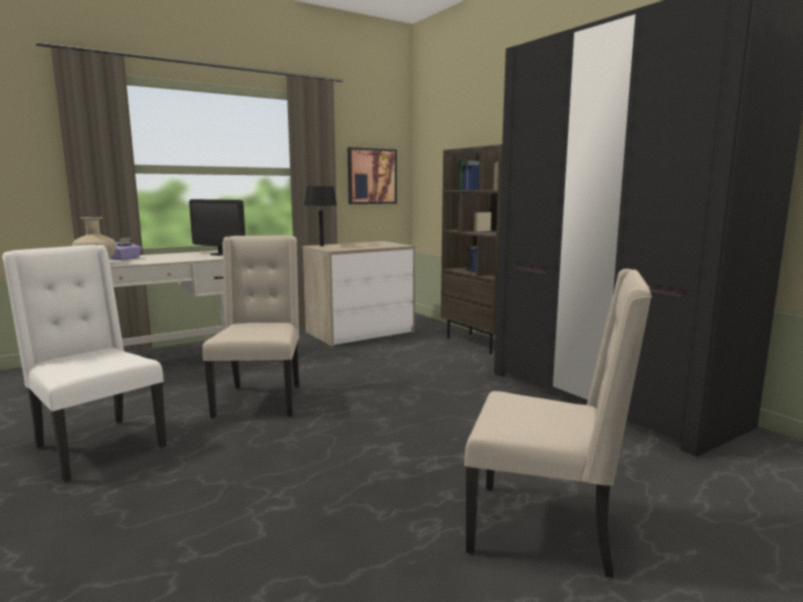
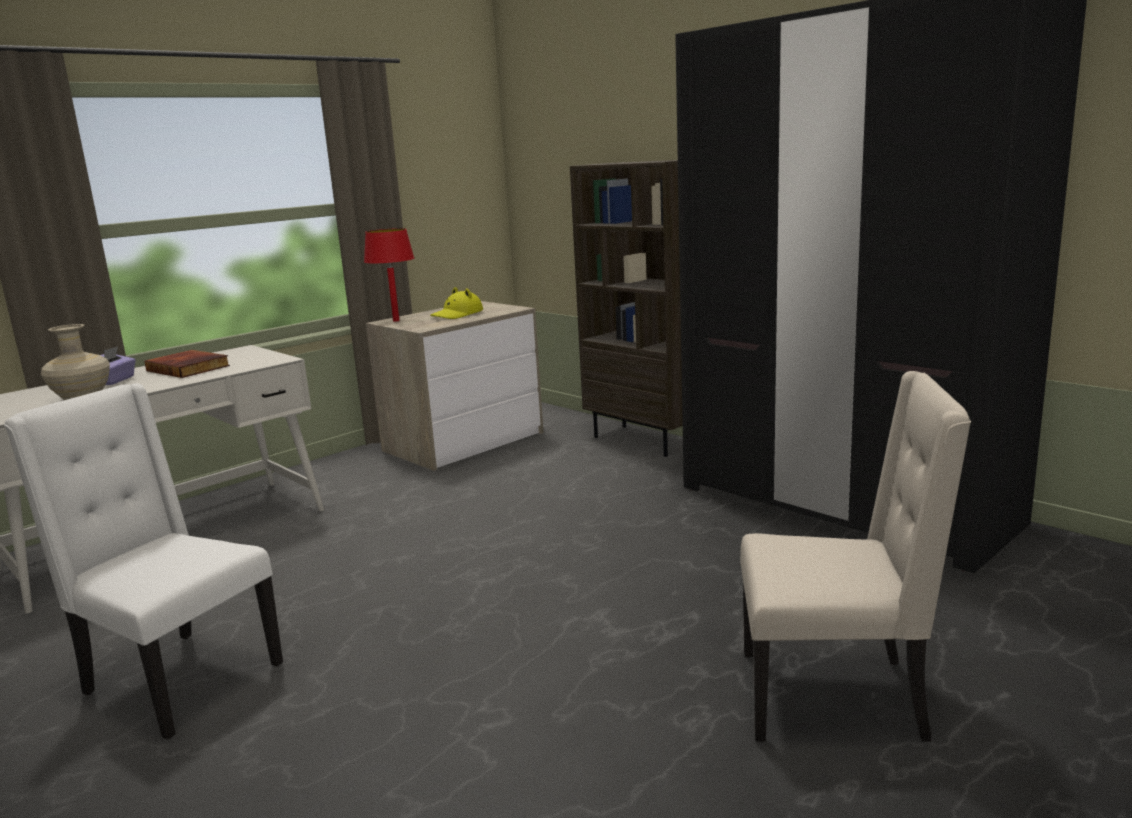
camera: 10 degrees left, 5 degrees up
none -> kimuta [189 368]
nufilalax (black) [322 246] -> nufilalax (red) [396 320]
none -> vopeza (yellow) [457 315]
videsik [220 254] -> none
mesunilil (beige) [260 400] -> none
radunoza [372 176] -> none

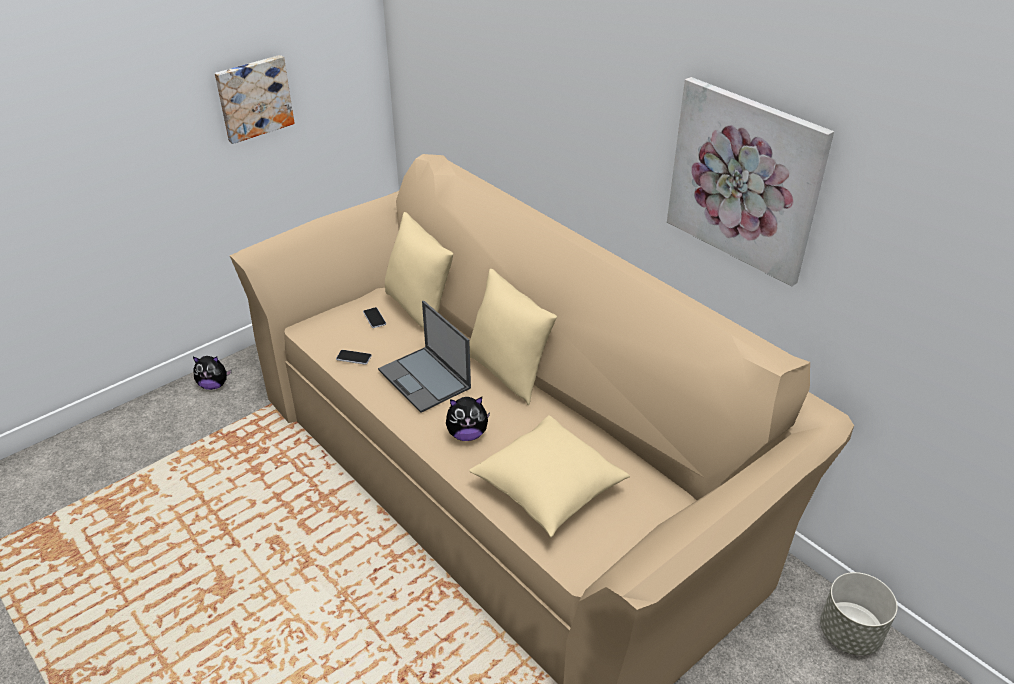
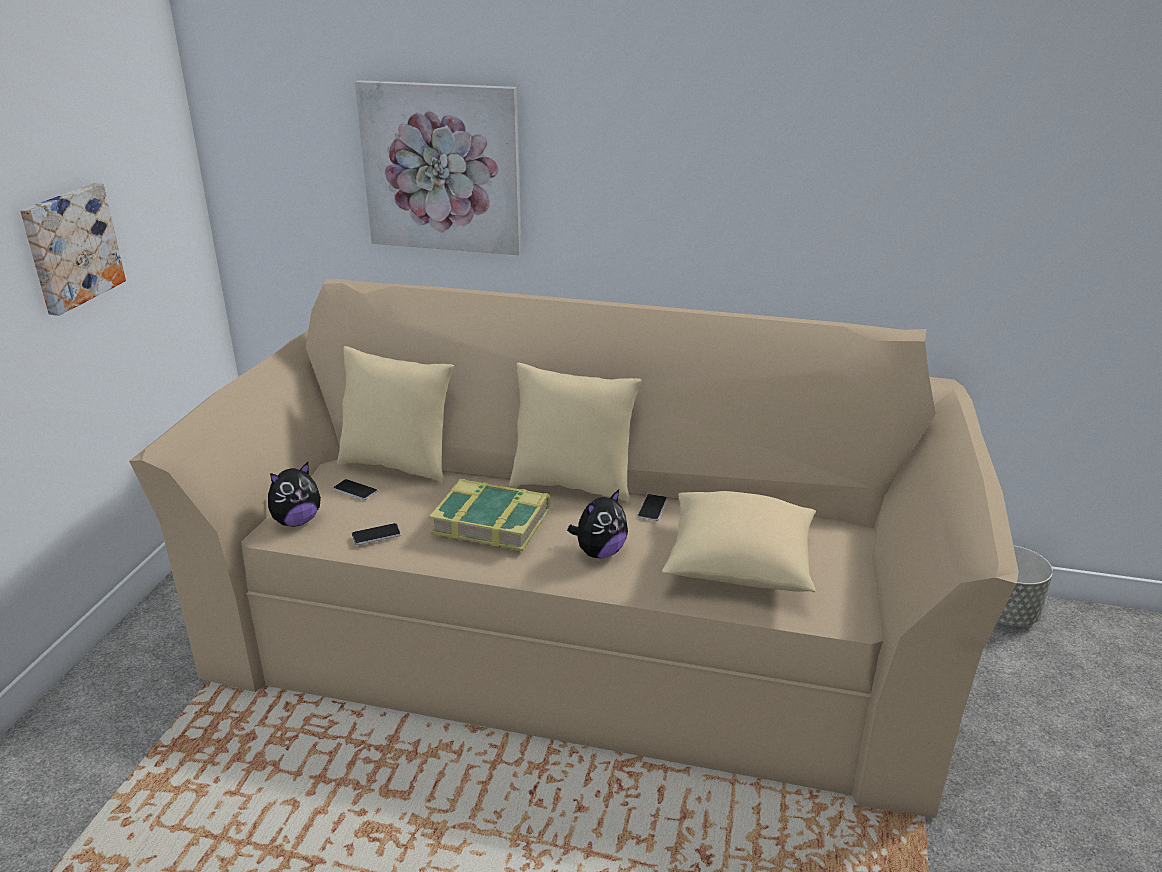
camera: 35 degrees left, 10 degrees down
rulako [214 385] -> rulako [296 521], relocated
radunoza [745 179] -> radunoza [442 167], relocated
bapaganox [425 379] -> kimuta [492 522]
none -> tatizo [652 508]

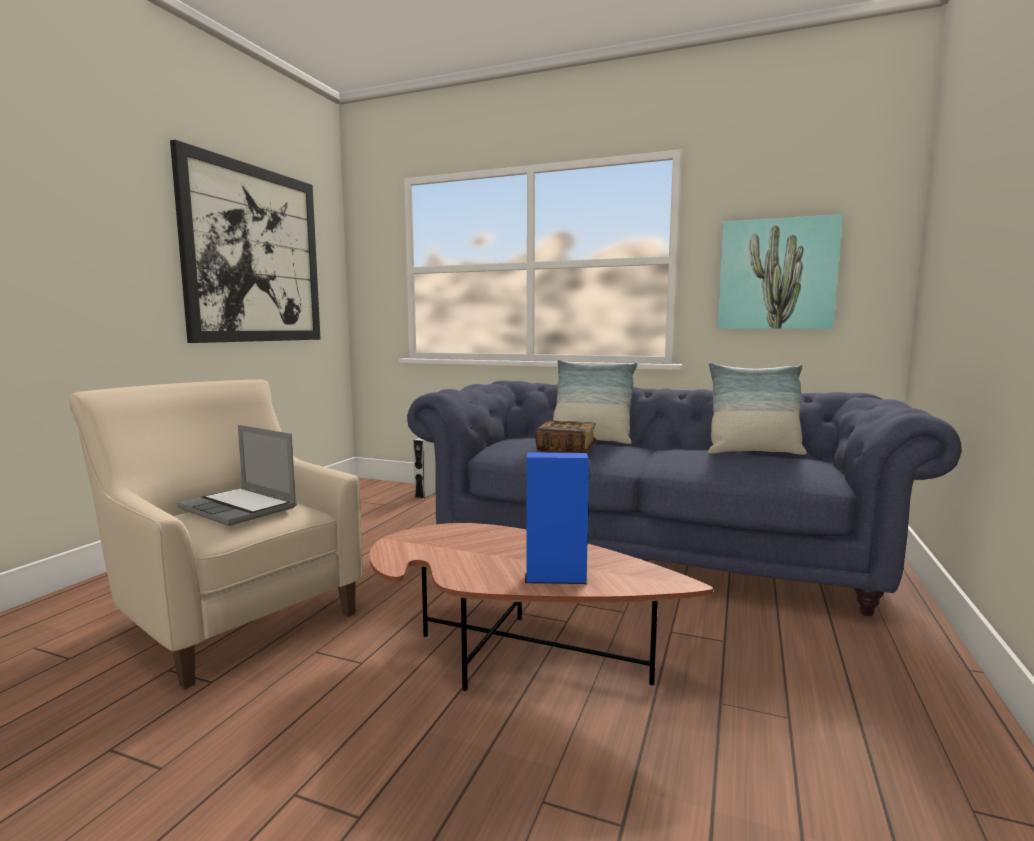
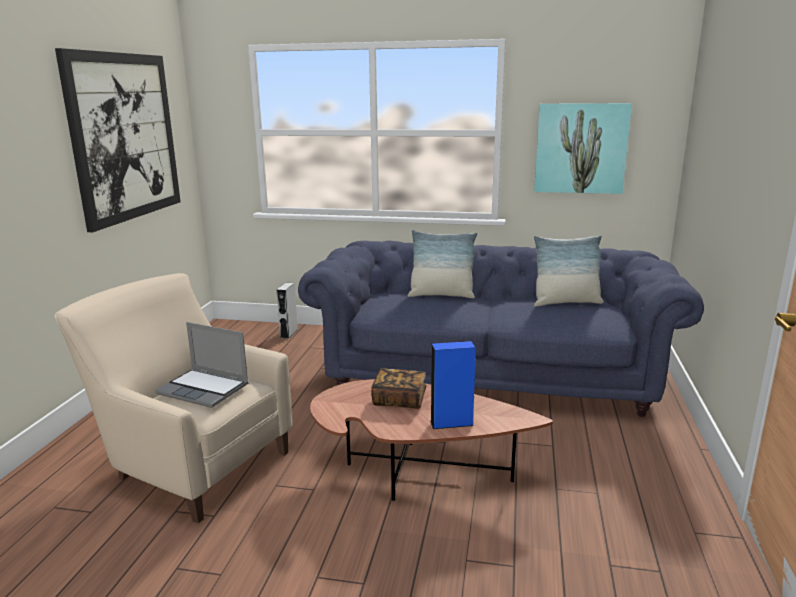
camera: 10 degrees left, 10 degrees up
kimuta [566 449] -> kimuta [399 400], relocated

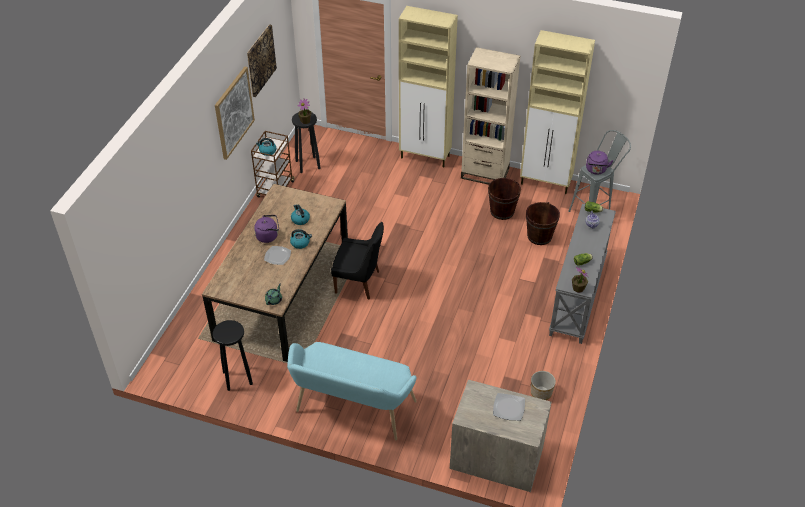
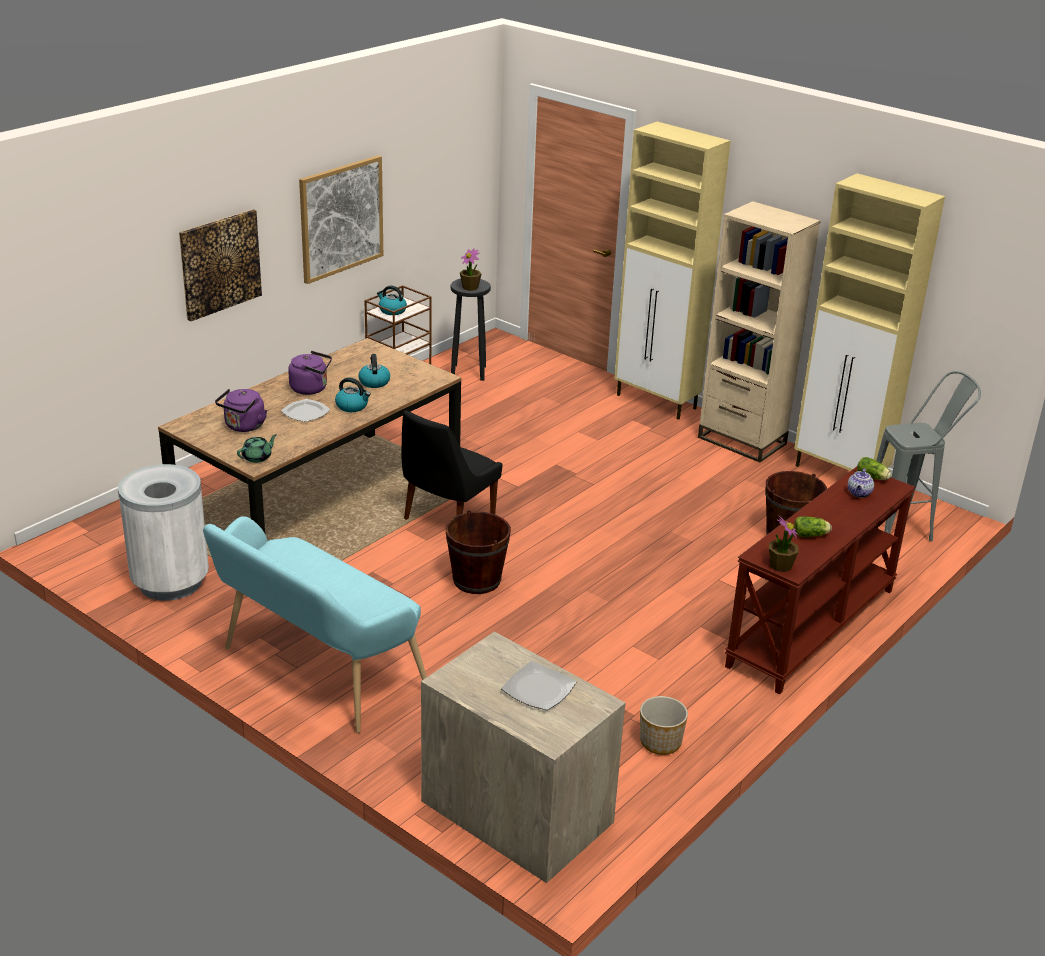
camera: 20 degrees right, 15 degrees down
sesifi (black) [237 378] -> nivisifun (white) [170 583]
radunoza [260 60] -> radunoza [220 264], relocated
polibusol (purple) [596 170] -> polibusol (purple) [243 427], relocated
mesunilil (black) [359 282] -> mesunilil (black) [447 519], 90 degrees clockwise
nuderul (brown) [502 211] -> nuderul (brown) [476 580], relocated
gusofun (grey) [578 296] -> gusofun (brown) [812 628]

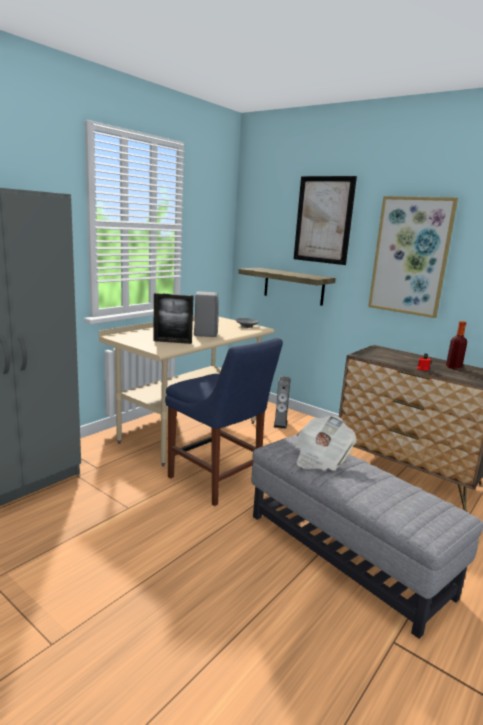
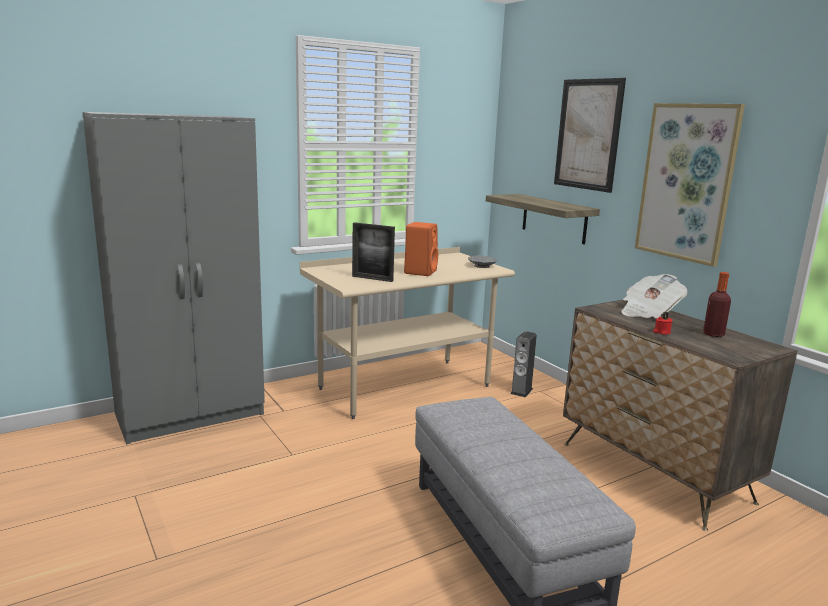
camera: 20 degrees right, 0 degrees up
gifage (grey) [205 334] -> gifage (orange) [420 272]
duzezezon [320 458] -> duzezezon [648 312], relocated
mesunilil (blue) [217 481] -> none

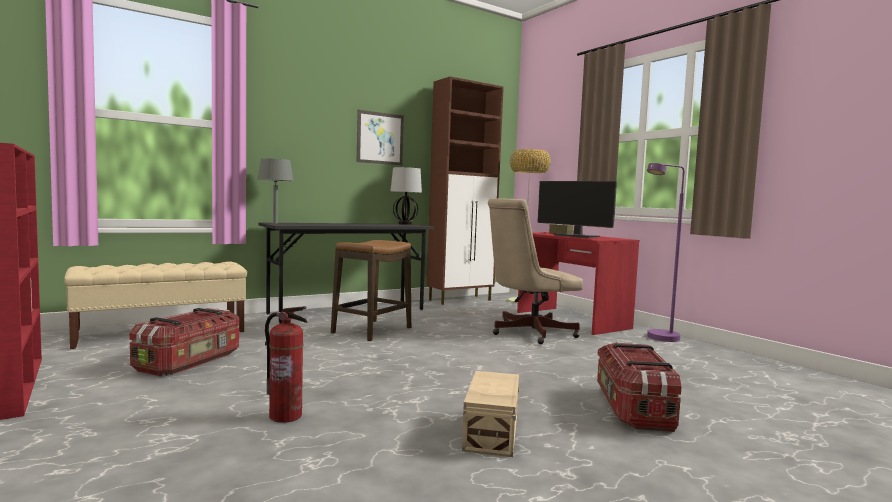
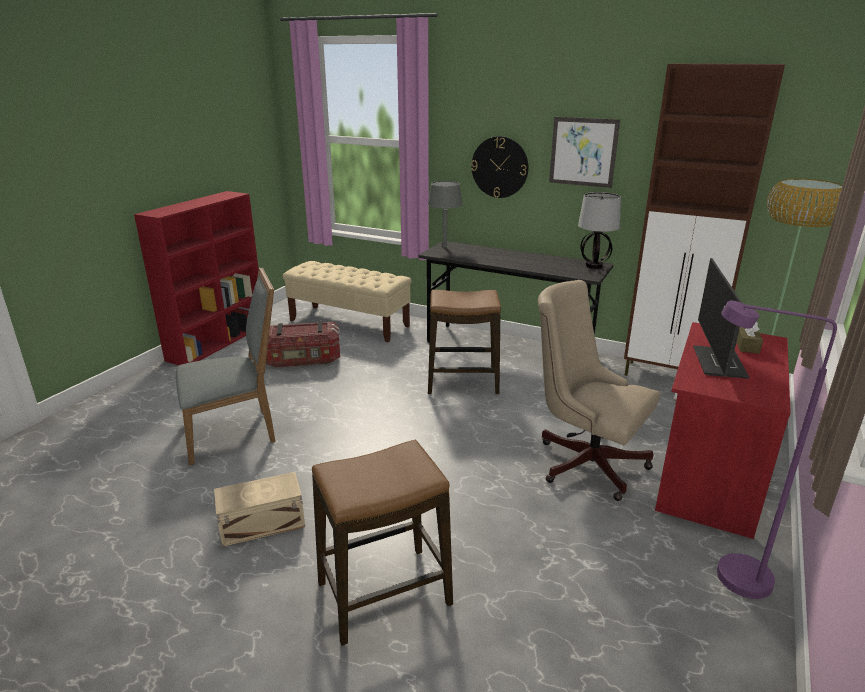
camera: 60 degrees right, 20 degrees up
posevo [286 416] -> mesunilil (grey) [236 432]
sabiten [632 408] -> sesifi [384 594]
none -> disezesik [499 167]

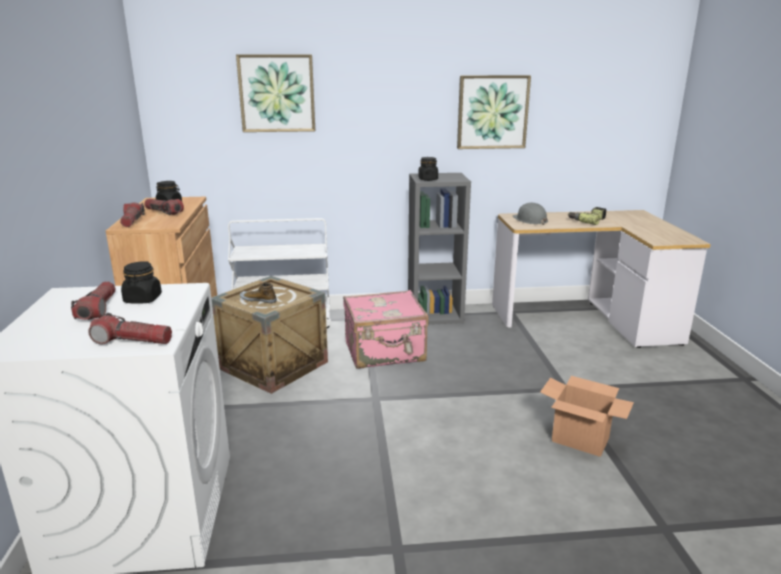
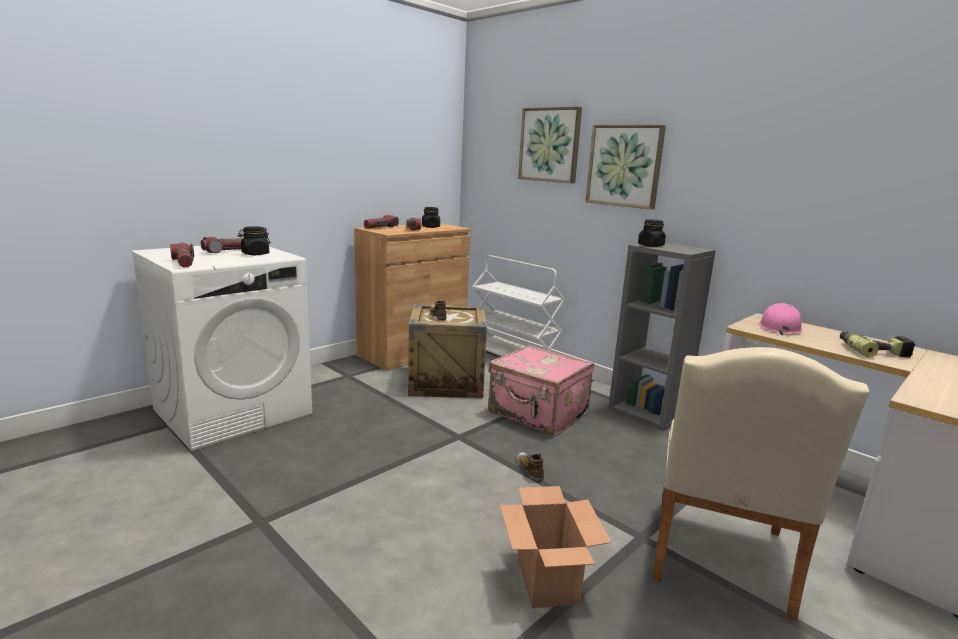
camera: 50 degrees right, 5 degrees down
none -> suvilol [530 470]
radunoza [492 112] -> radunoza [624 166], relocated
none -> mesunilil (beige) [719 561]
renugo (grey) [530 220] -> renugo (pink) [779 327]

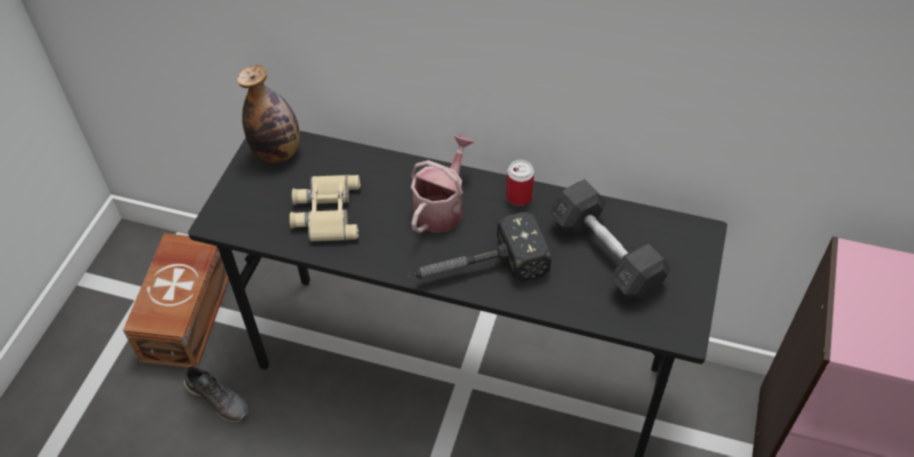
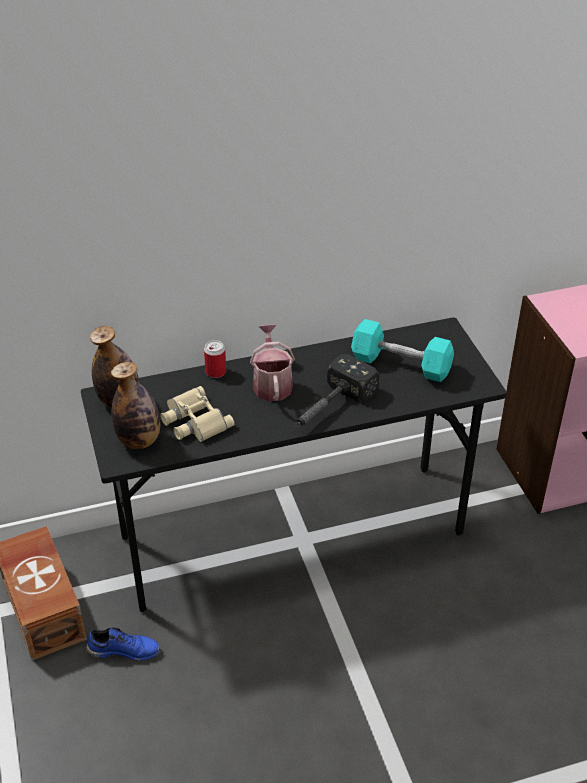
camera: 35 degrees left, 10 degrees down
suvilol (grey) [218 399] -> suvilol (blue) [124 650]
none -> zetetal [139 440]
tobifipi [519 197] -> tobifipi [216 372], relocated
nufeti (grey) [605 254] -> nufeti (turquoise) [401 364]

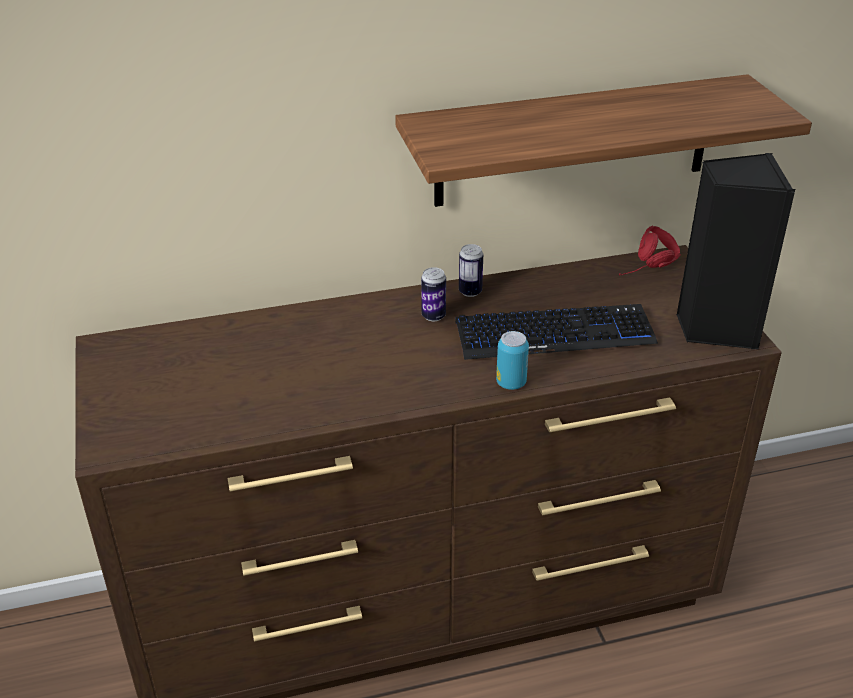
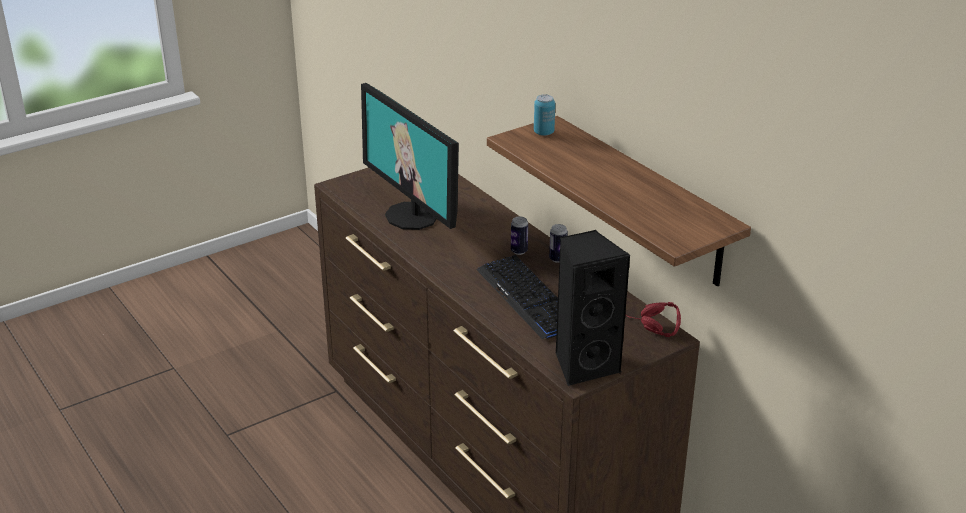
camera: 70 degrees right, 5 degrees down
none -> videsik [412 216]
tobifipi [511 383] -> tobifipi [543 132], relocated

